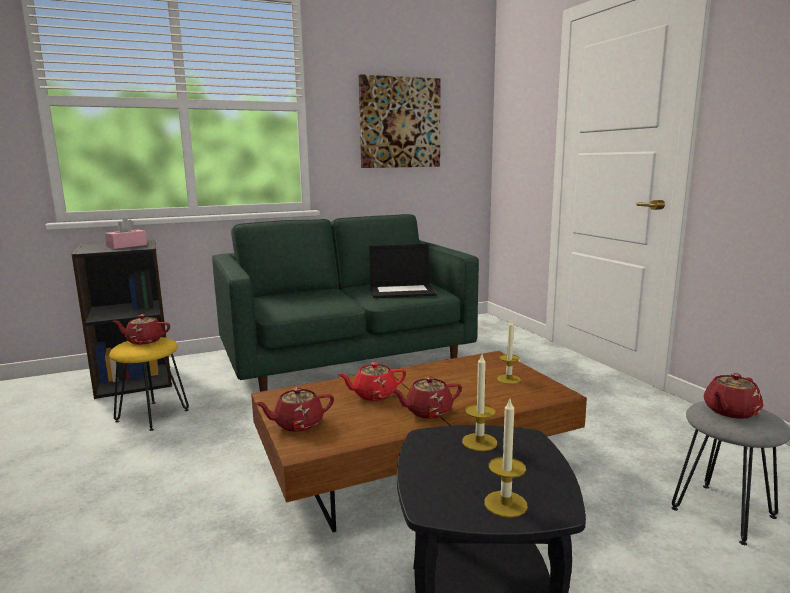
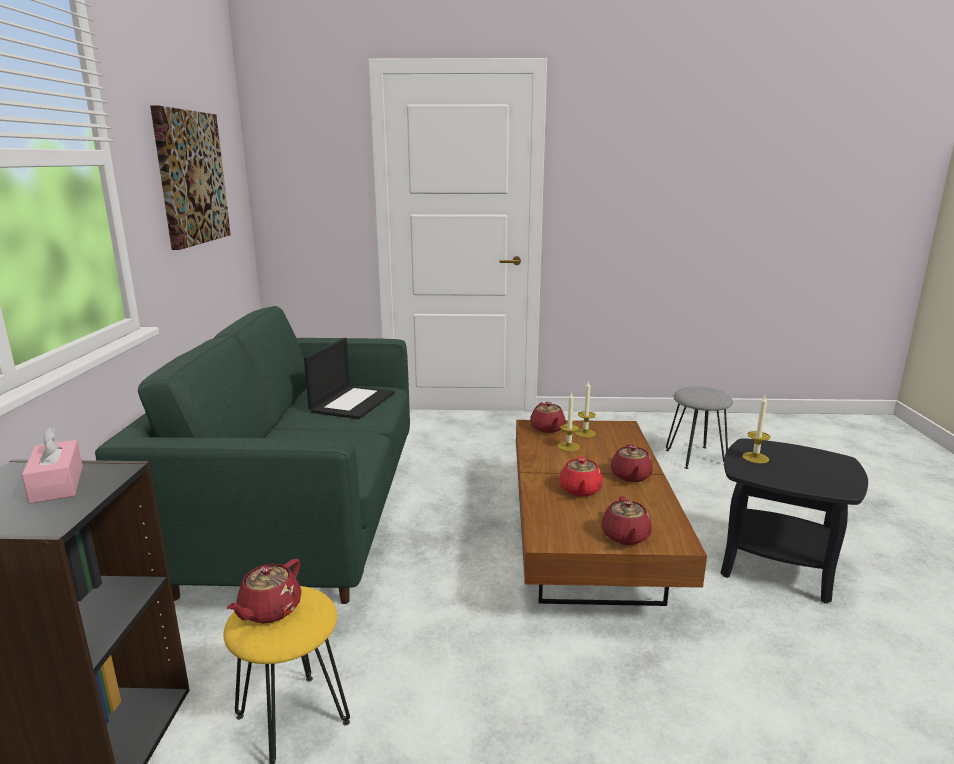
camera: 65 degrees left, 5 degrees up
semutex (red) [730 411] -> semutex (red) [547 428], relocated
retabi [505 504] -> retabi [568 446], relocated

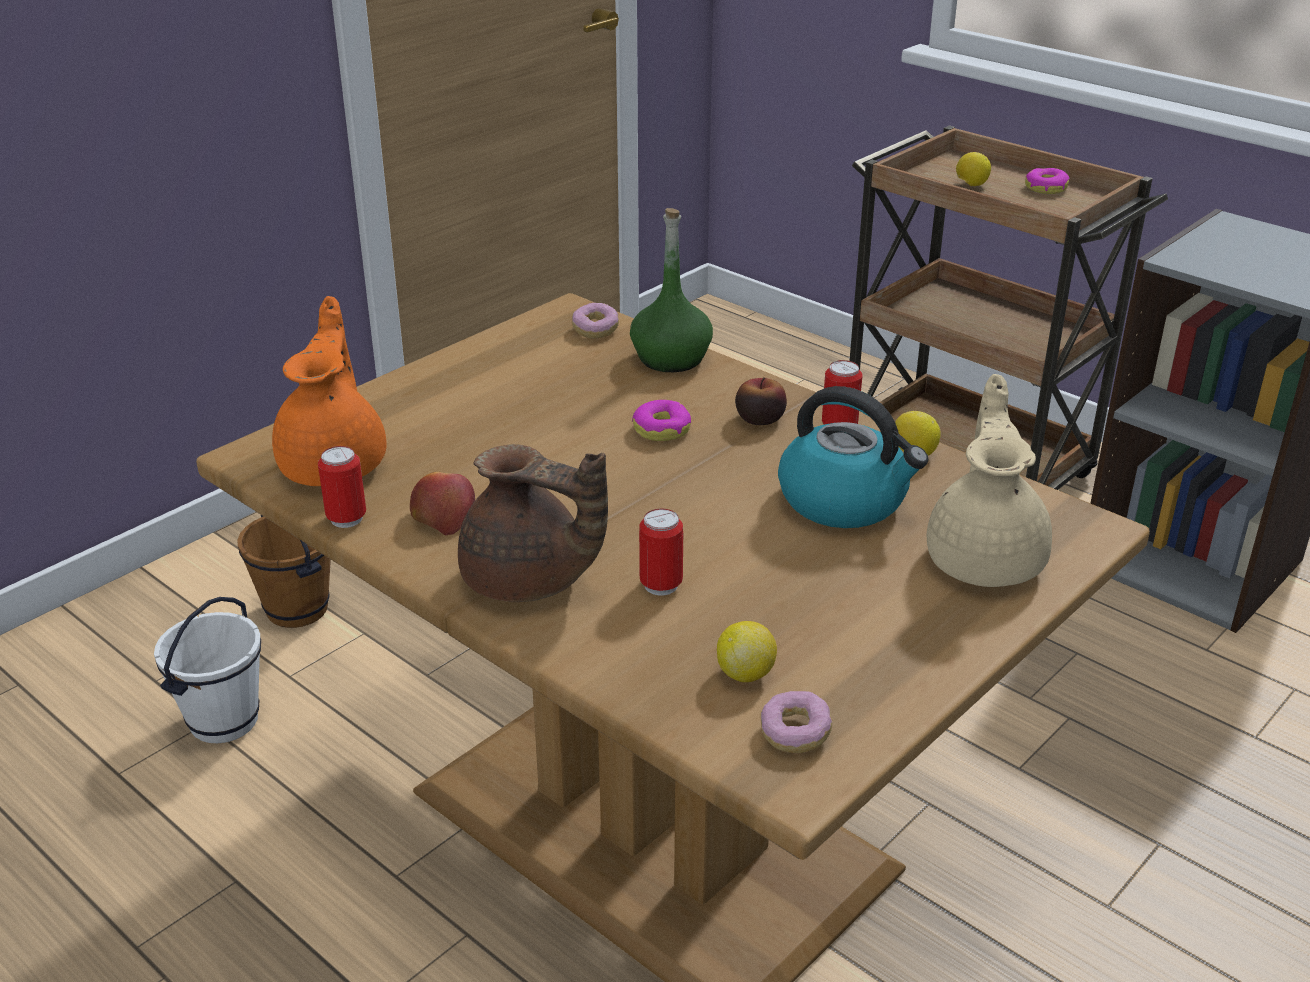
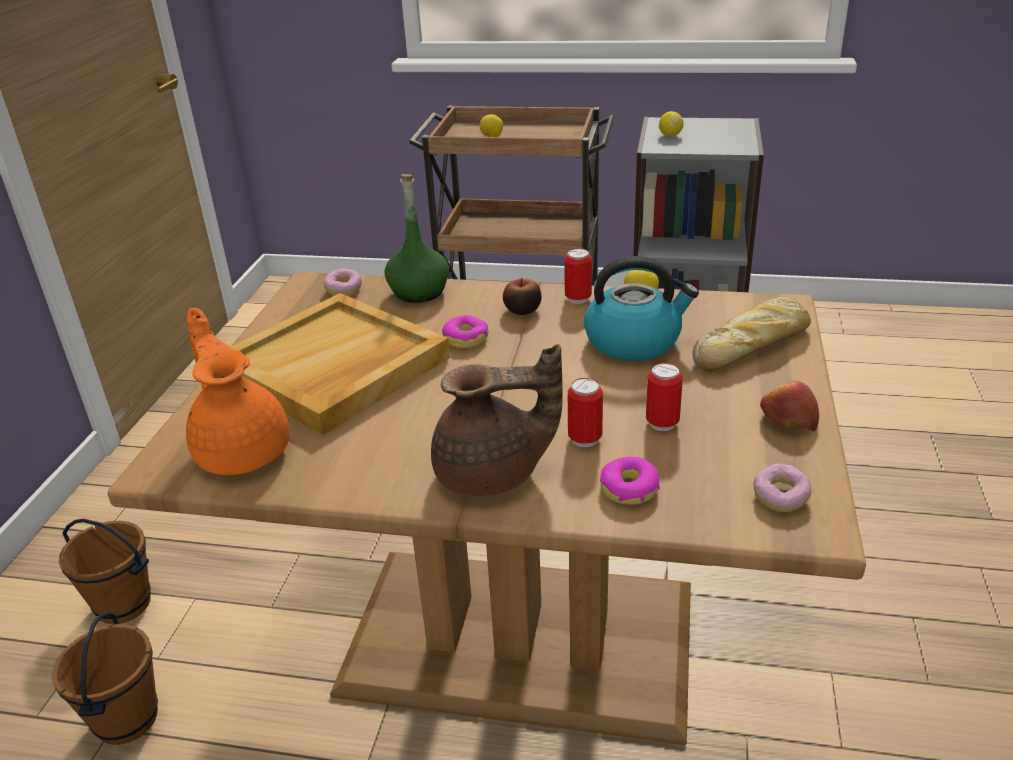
camera: 30 degrees left, 0 degrees up
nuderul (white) [223 721] -> nuderul (brown) [126 719]
none -> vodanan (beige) [333 368]
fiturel [1045 188] -> fiturel [629 489], relocated
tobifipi [346 519] -> tobifipi [662 423], relocated
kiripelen [745 673] -> kiripelen [670 135], relocated
semutex (beige) [986 558] -> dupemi [753 344]
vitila [443 516] -> vitila [787 419], relocated

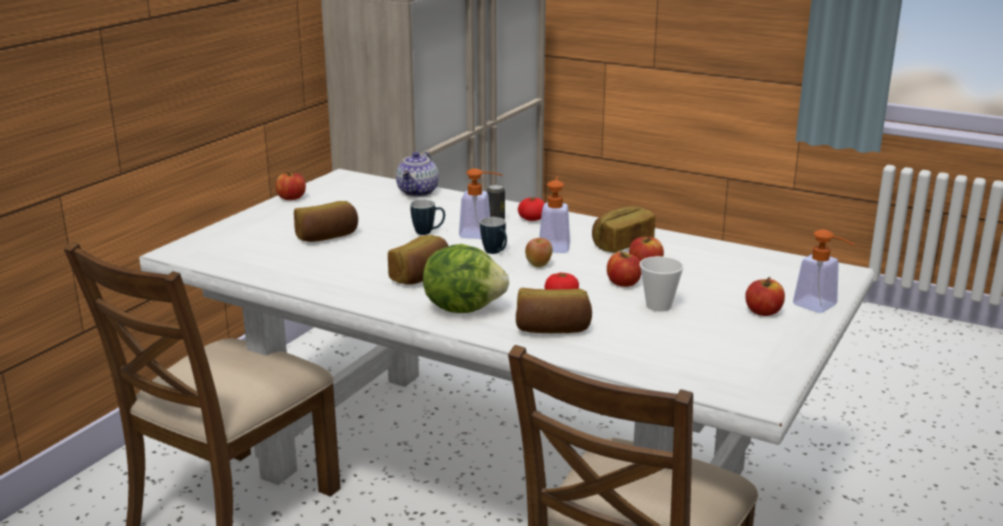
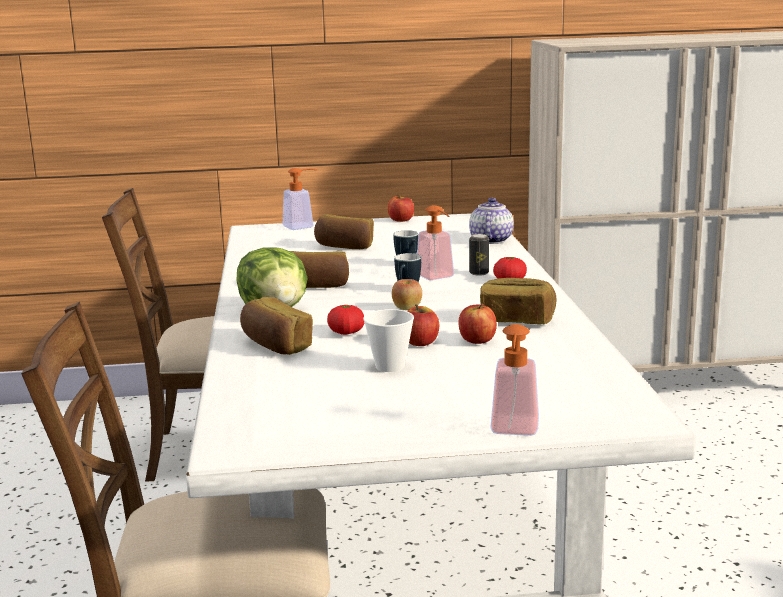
camera: 55 degrees right, 5 degrees down
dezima [554 245] -> dezima [303 226], relocated
semutex [418 192] -> semutex [490 240], 120 degrees clockwise
vitila [763 312] -> none

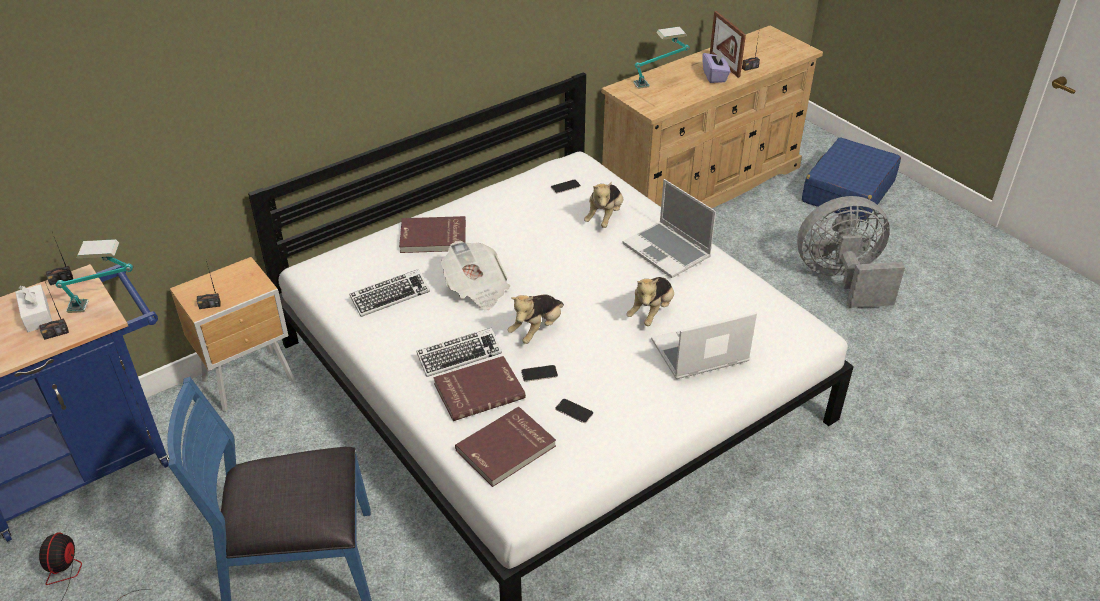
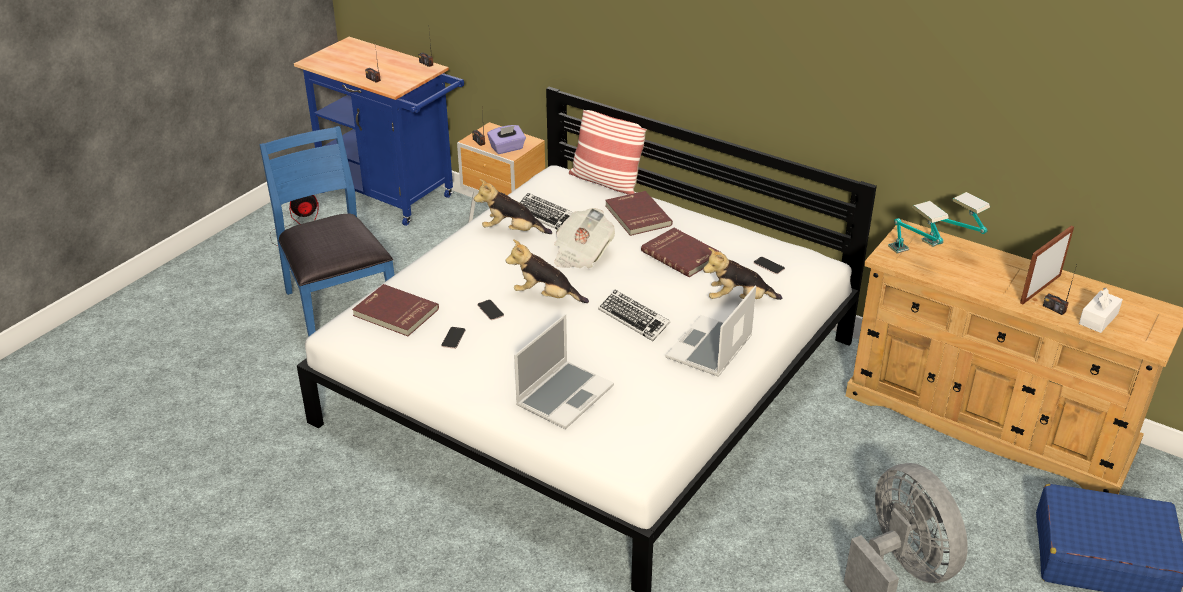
camera: 70 degrees right, 5 degrees down
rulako [651 312] -> rulako [512 231], relocated
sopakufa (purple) [715 76] -> sopakufa (purple) [507 148], relocated
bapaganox [699 353] -> bapaganox [564 395], 75 degrees clockwise
none -> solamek [606 181]
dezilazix [459 356] -> dezilazix [634 319], relocated
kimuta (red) [478 390] -> kimuta (red) [681 254], relocated
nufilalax [106 305] -> nufilalax [913 260], relocated
sopakufa (white) [37 315] -> sopakufa (white) [1098 319], relocated

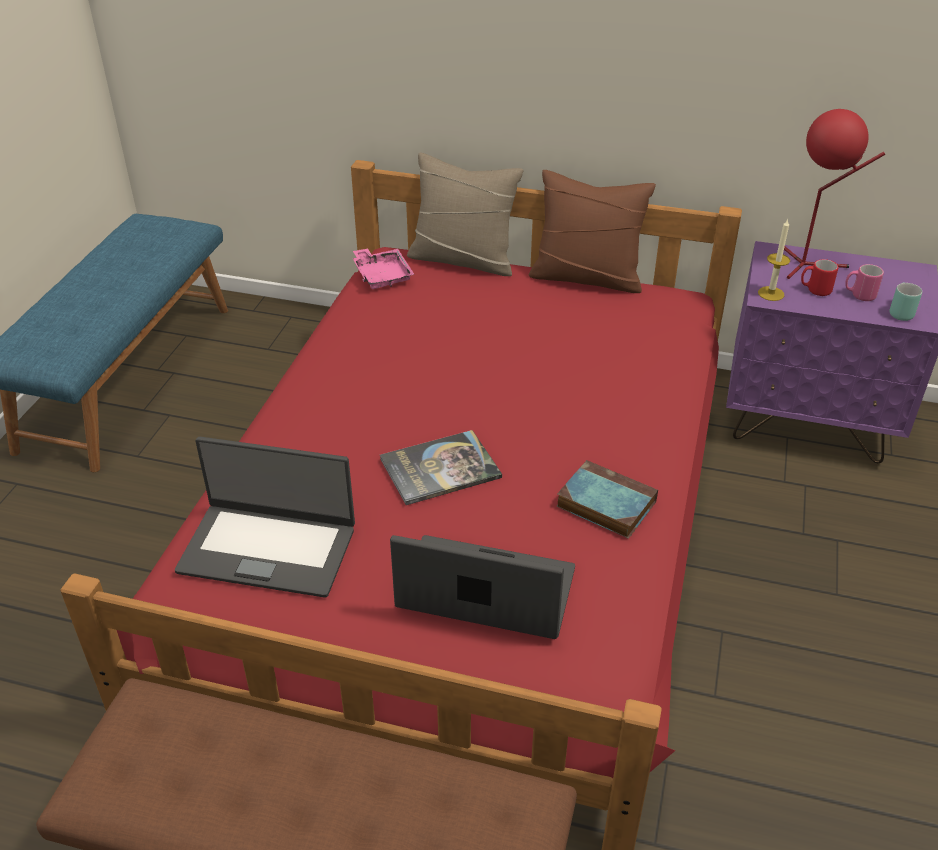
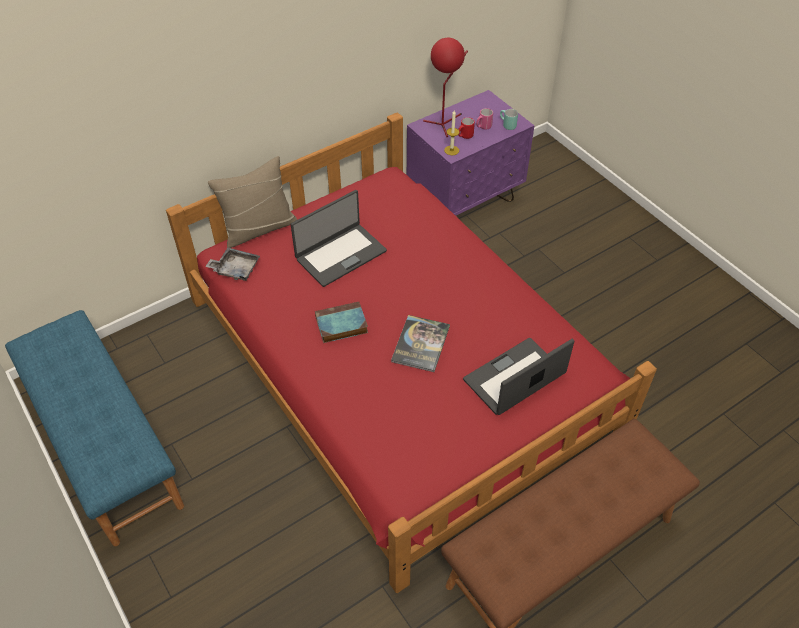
camera: 50 degrees left, 10 degrees up
vodanan (pink) [382 275] -> vodanan (grey) [235 269]
bapaganox [268 548] -> bapaganox [340 254], relocated
kimuta [604 504] -> kimuta [340 325], relocated
solamek (brown) [587 277] -> none

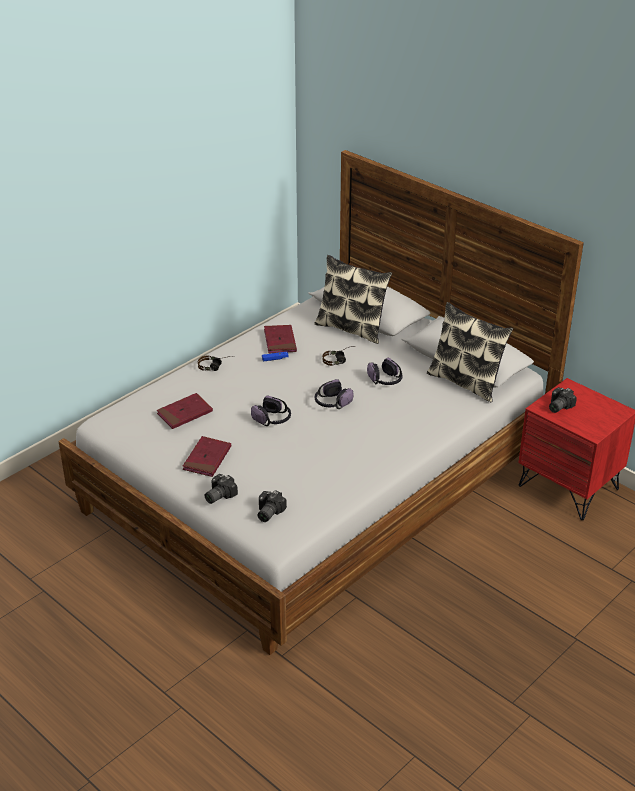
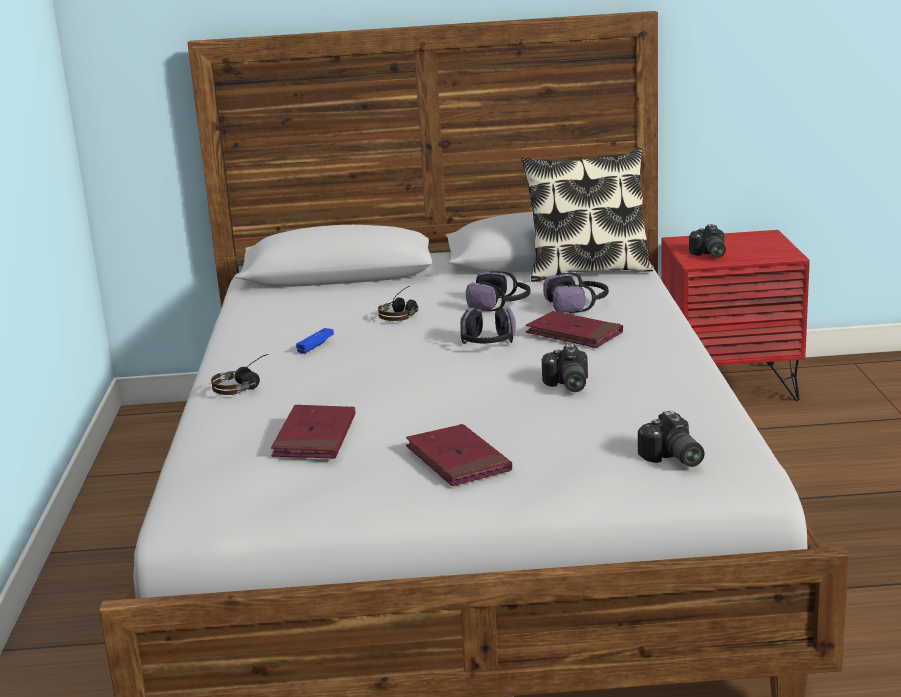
camera: 45 degrees left, 15 degrees down
kimuta (red) [280 341] -> kimuta (red) [574 334], relocated
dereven [218 495] -> dereven [566 385], relocated
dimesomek [273 419] -> dimesomek [578 305], relocated
solamek [351 328] -> none

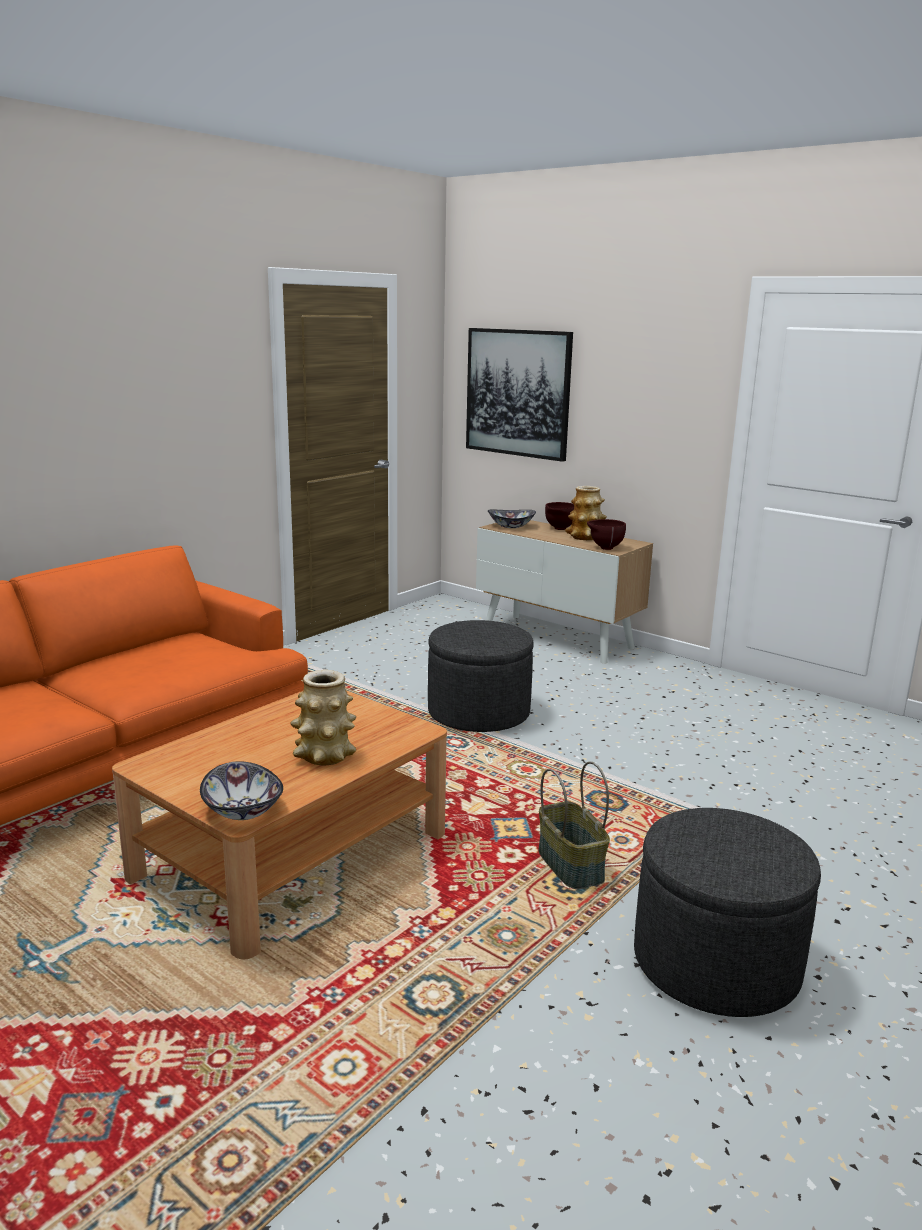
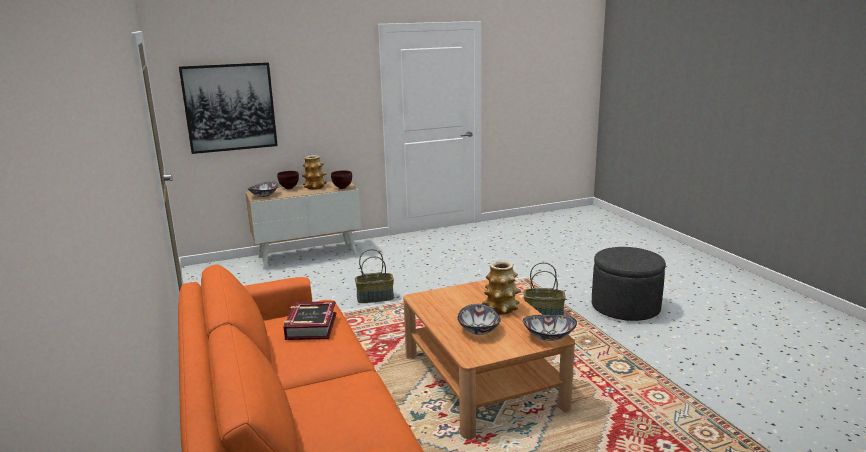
camera: 60 degrees left, 0 degrees up
none -> kimuta [310 326]
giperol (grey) [478 713] -> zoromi [375 297]
none -> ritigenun [479 330]

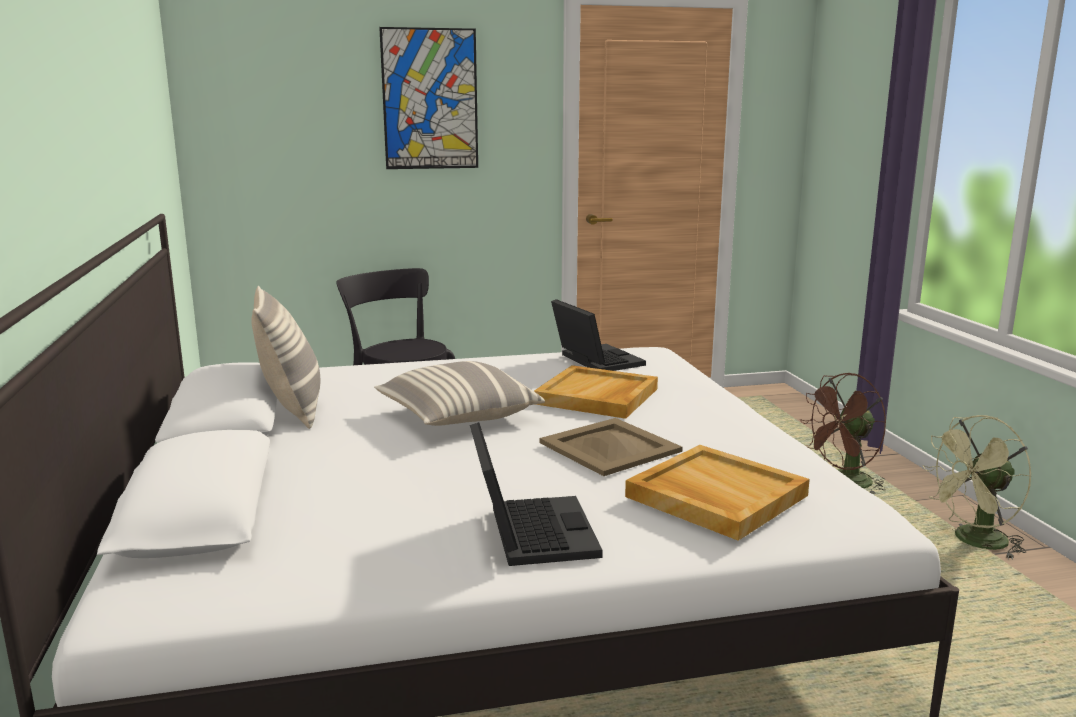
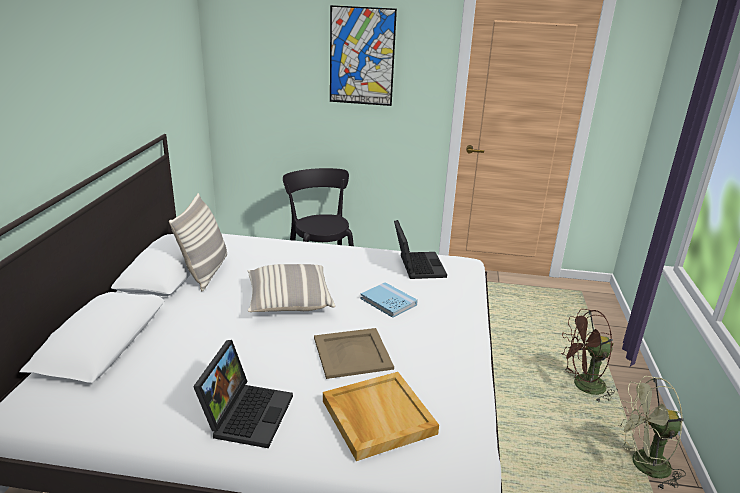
camera: 20 degrees right, 10 degrees up
vodanan (beige) [597 397] -> kimuta (blue) [388 302]

